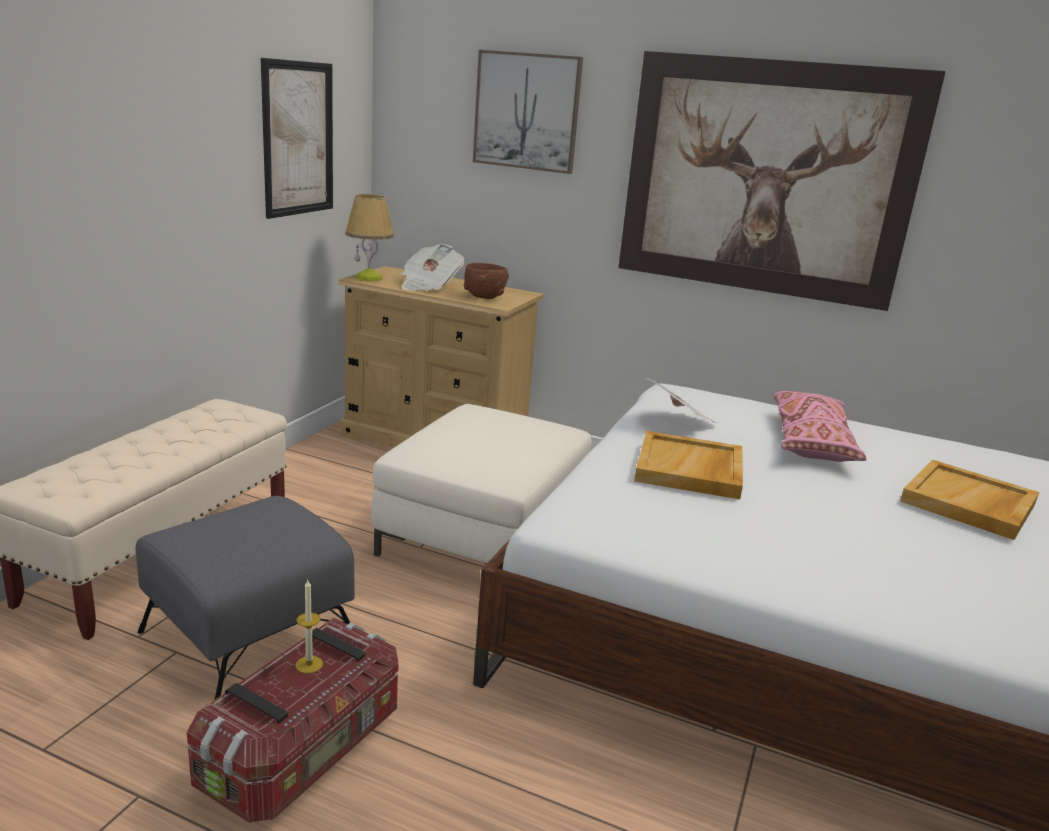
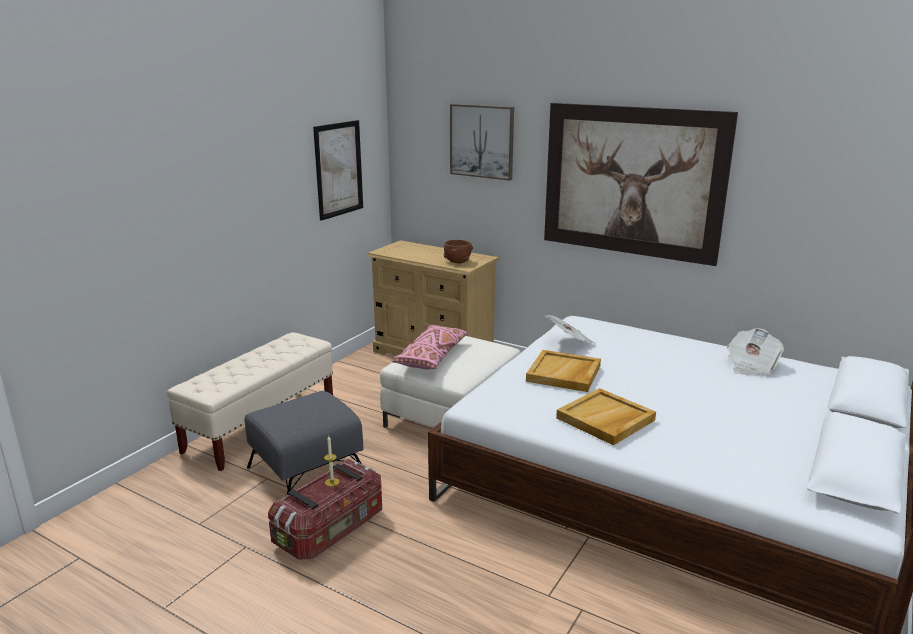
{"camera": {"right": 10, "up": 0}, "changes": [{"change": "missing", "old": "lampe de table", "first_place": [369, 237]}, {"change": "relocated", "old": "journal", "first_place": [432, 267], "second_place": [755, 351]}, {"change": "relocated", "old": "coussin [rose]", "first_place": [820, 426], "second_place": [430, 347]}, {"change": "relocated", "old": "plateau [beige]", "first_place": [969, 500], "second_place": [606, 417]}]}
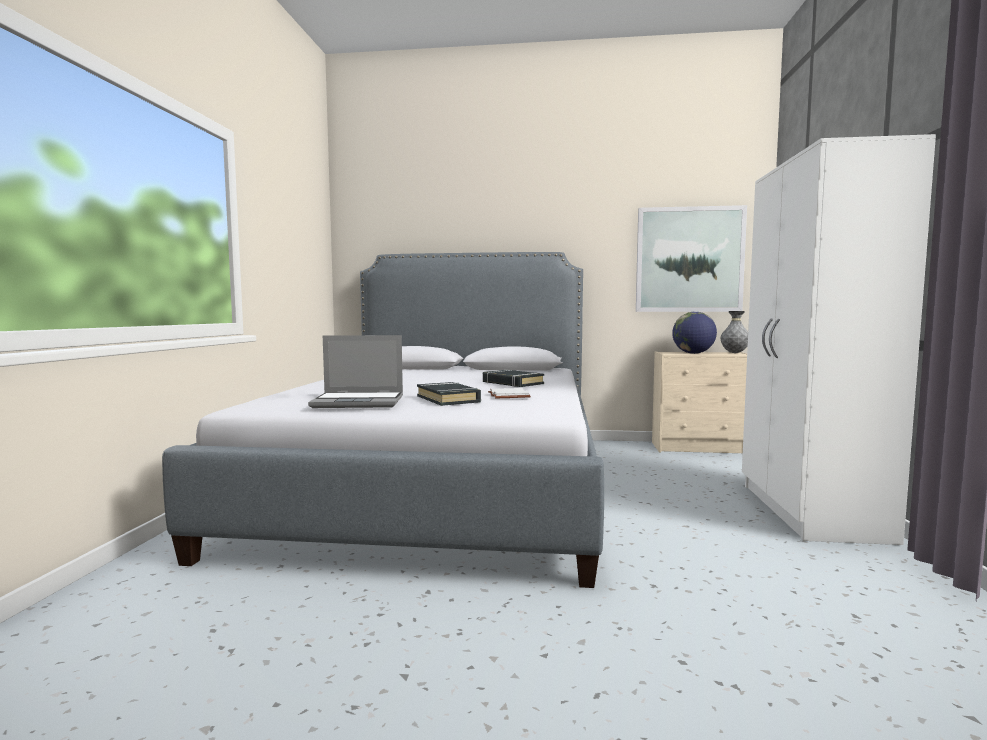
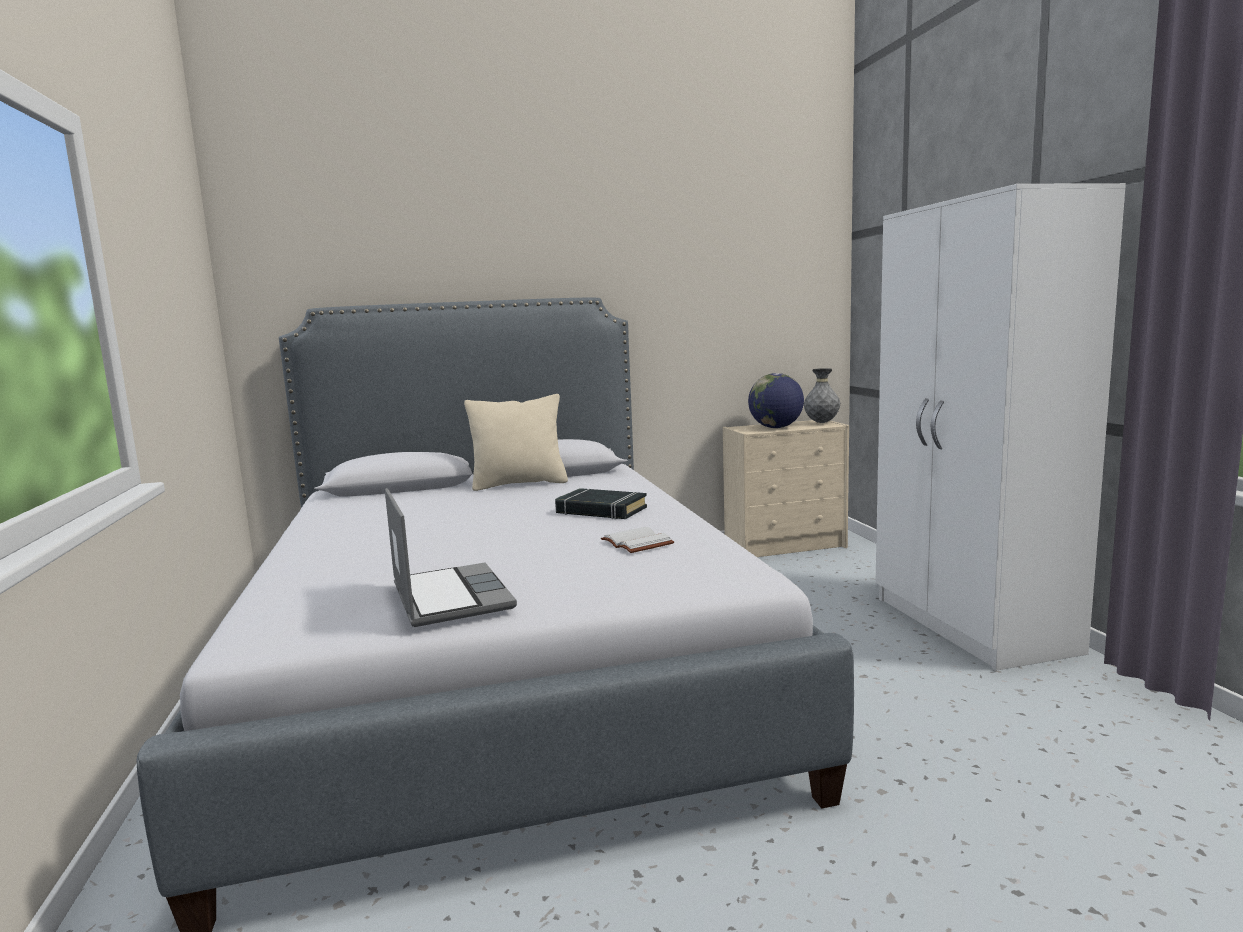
{"camera": {"right": -20, "up": 5}, "changes": [{"change": "missing", "old": "livre [noir]", "first_place": [449, 394]}, {"change": "missing", "old": "tableau", "first_place": [691, 258]}, {"change": "appeared", "new": "coussin [beige]", "second_place": [516, 442]}, {"change": "spun", "old": "ordinateur portable", "first_place": [355, 371], "second_place": [451, 557], "degrees": -90}]}
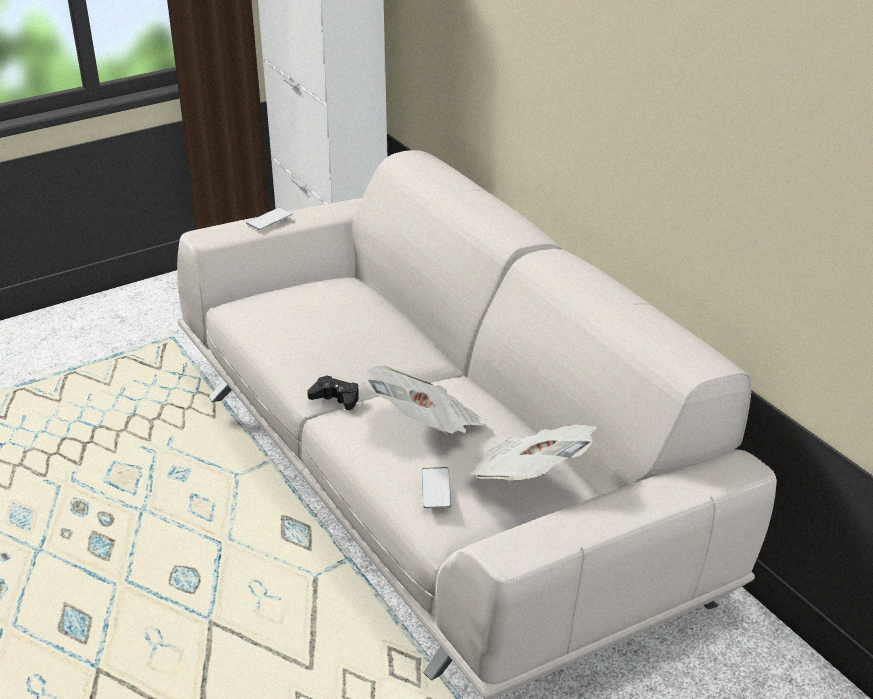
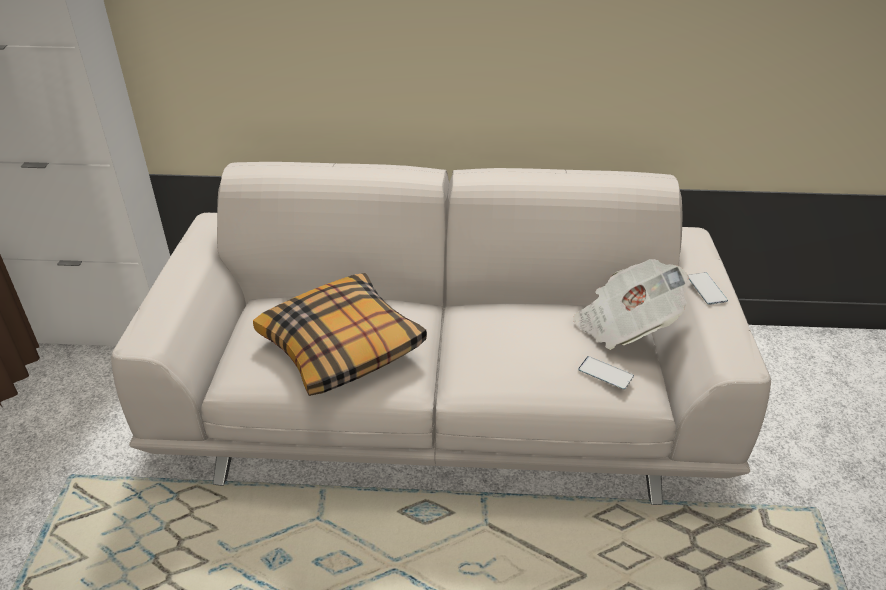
{"camera": {"right": -55, "up": 5}, "changes": [{"change": "missing", "old": "manette [noir]", "first_place": [333, 392]}, {"change": "missing", "old": "journal", "first_place": [425, 400]}, {"change": "appeared", "new": "coussin", "second_place": [340, 334]}, {"change": "relocated", "old": "téléphone", "first_place": [269, 218], "second_place": [708, 288]}]}
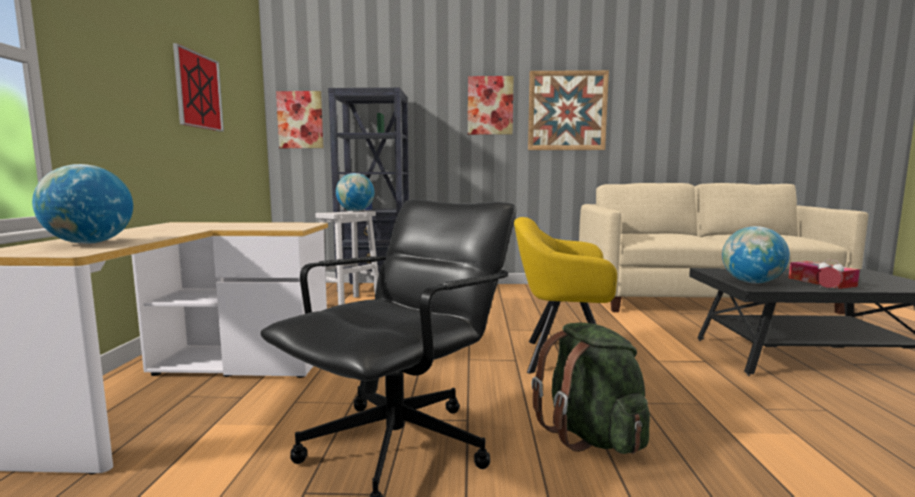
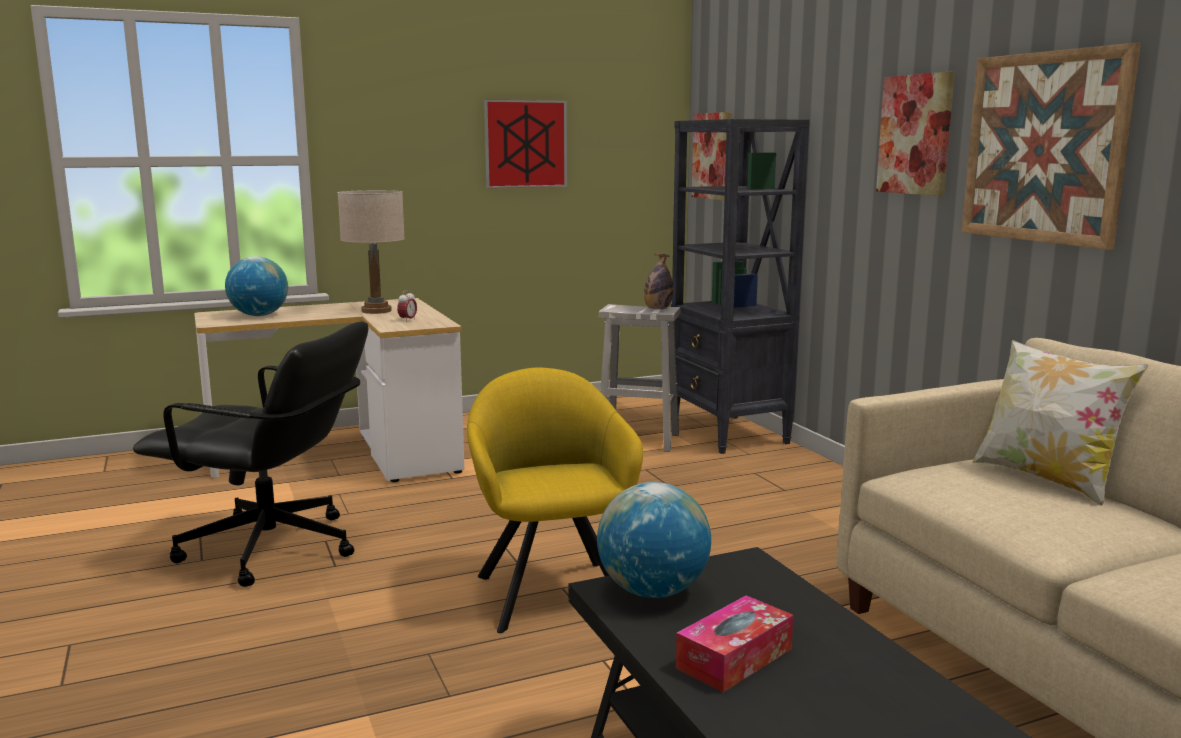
{"camera": {"right": 65, "up": 5}, "changes": [{"change": "missing", "old": "sac à dos [vert]", "first_place": [590, 388]}, {"change": "appeared", "new": "lampe de table [beige]", "second_place": [371, 252]}, {"change": "appeared", "new": "coussin", "second_place": [1060, 423]}, {"change": "relocated", "old": "réveil", "first_place": [830, 274], "second_place": [407, 306]}, {"change": "exchanged", "old": "globe", "new": "bouteille", "first_place": [355, 192], "second_place": [658, 282]}]}
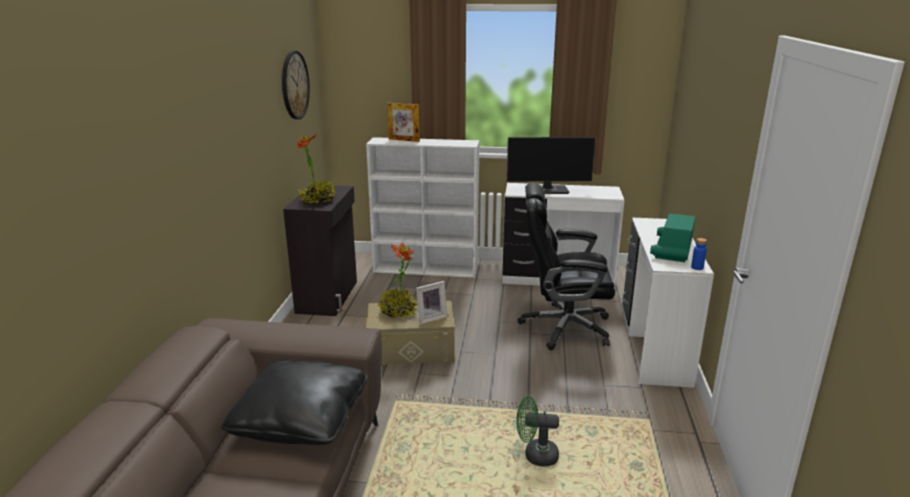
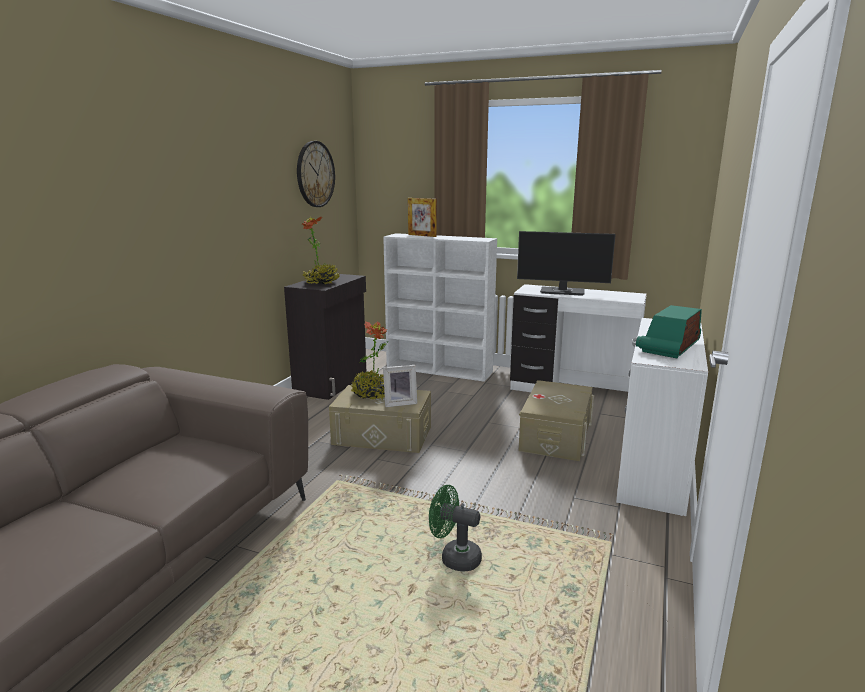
{"camera": {"right": 15, "up": -5}, "changes": [{"change": "missing", "old": "coussin [noir]", "first_place": [294, 402]}, {"change": "missing", "old": "bouteille [bleu]", "first_place": [699, 254]}, {"change": "exchanged", "old": "chaise de bureau [noir]", "new": "boîte de rangement [beige]", "first_place": [566, 266], "second_place": [556, 420]}]}
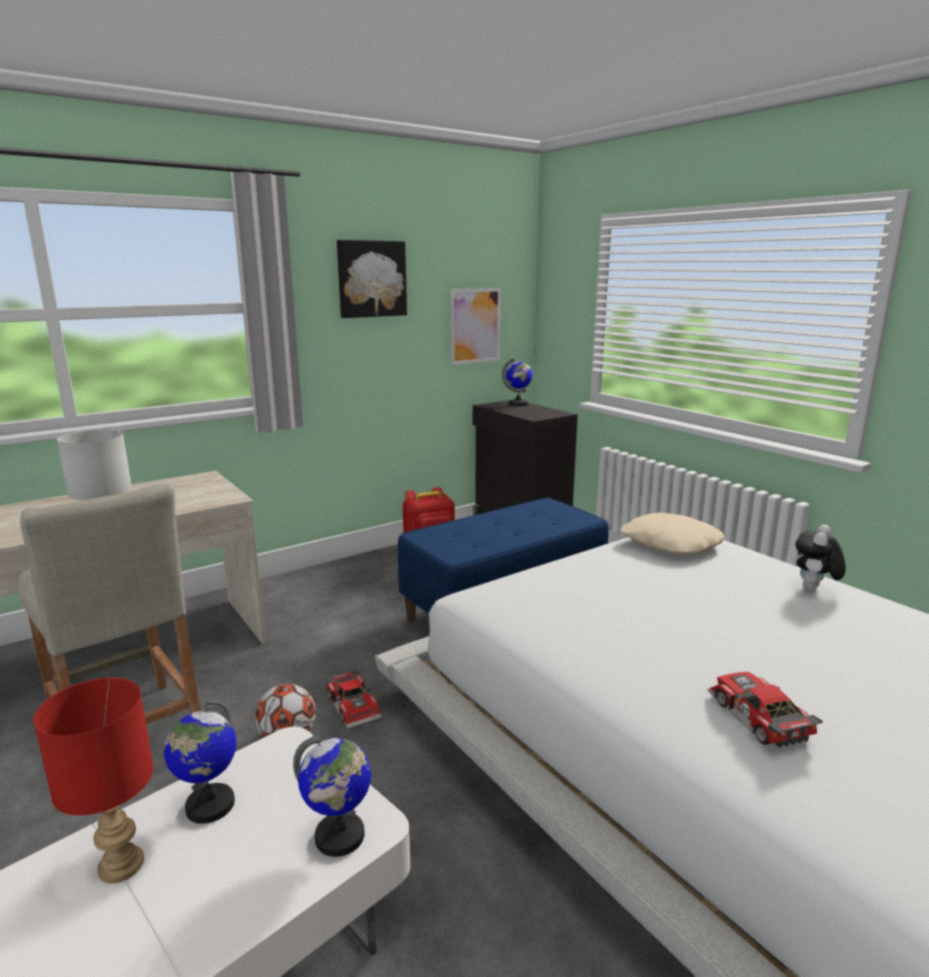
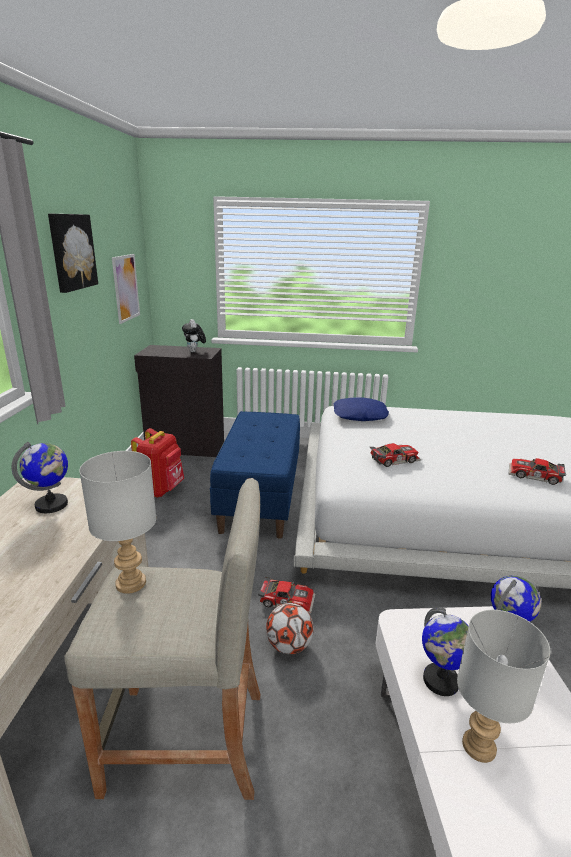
{"camera": {"right": -50, "up": 5}, "changes": [{"change": "appeared", "new": "petite voiture", "second_place": [395, 455]}, {"change": "relocated", "old": "globe", "first_place": [517, 382], "second_place": [39, 477]}, {"change": "relocated", "old": "peluche", "first_place": [820, 557], "second_place": [194, 335]}, {"change": "colour", "old": "lampe de table [rouge]", "new": "lampe de table [gris]", "first_place": [93, 780], "second_place": [503, 686]}, {"change": "colour", "old": "coussin [beige]", "new": "coussin [bleu]", "first_place": [673, 534], "second_place": [361, 409]}]}
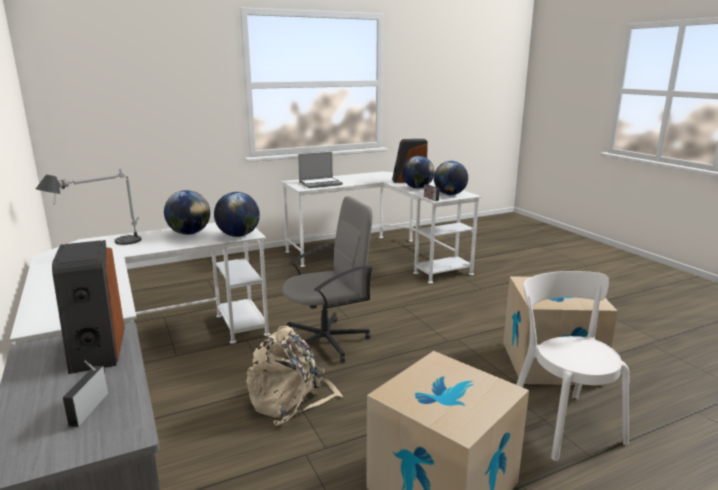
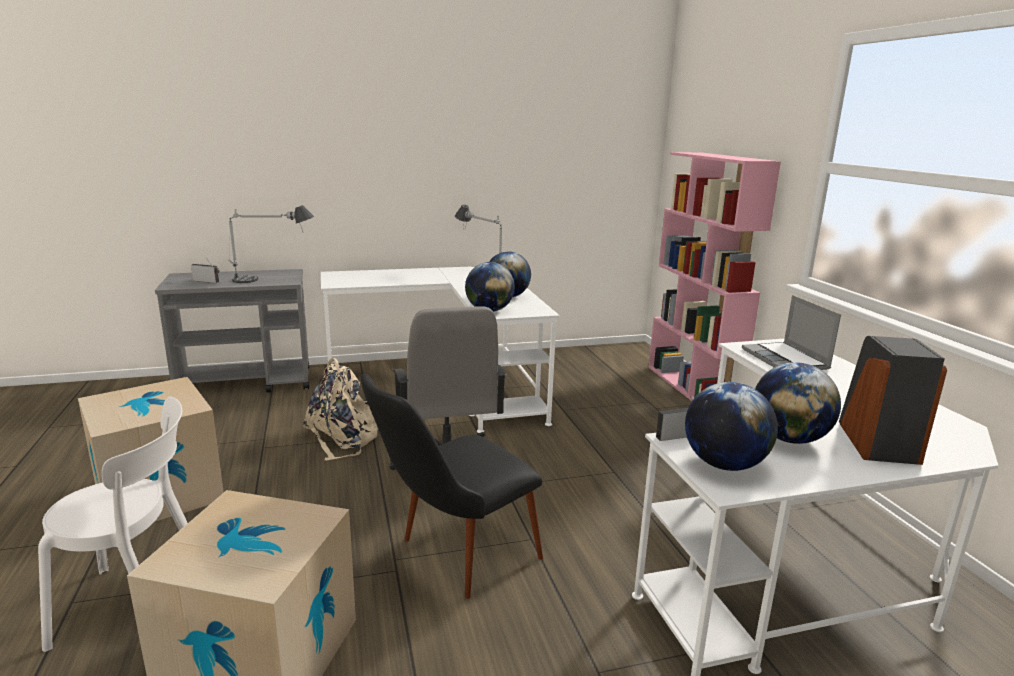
{"camera": {"right": 100, "up": 0}, "changes": [{"change": "appeared", "new": "chaise [noir]", "second_place": [452, 486]}, {"change": "appeared", "new": "bibliothèque [rose]", "second_place": [714, 276]}, {"change": "exchanged", "old": "enceinte", "new": "lampe de table", "first_place": [88, 307], "second_place": [271, 244]}]}
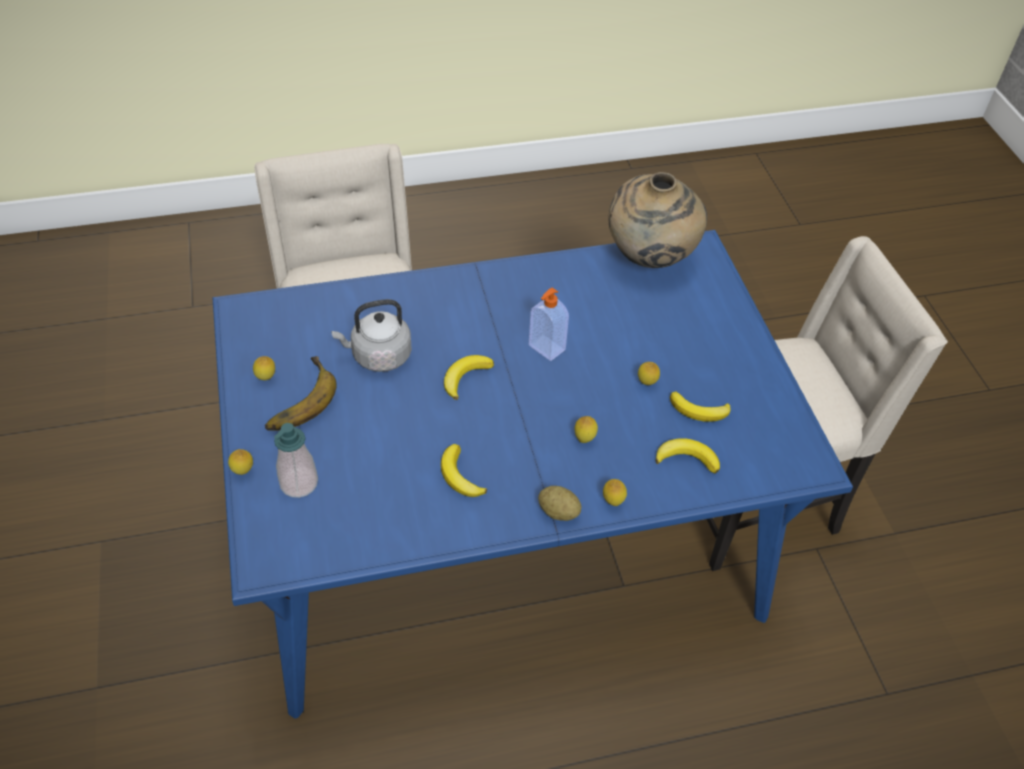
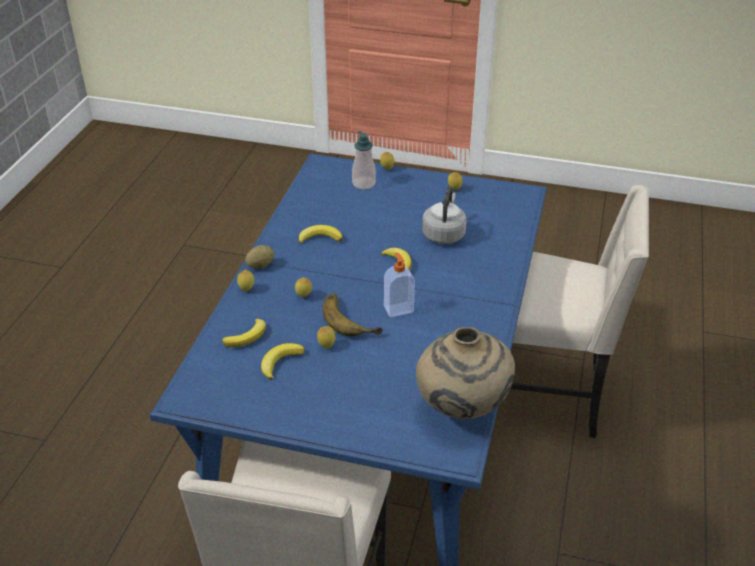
{"camera": {"right": 120, "up": -10}, "changes": [{"change": "relocated", "old": "banane", "first_place": [301, 393], "second_place": [353, 314]}]}
